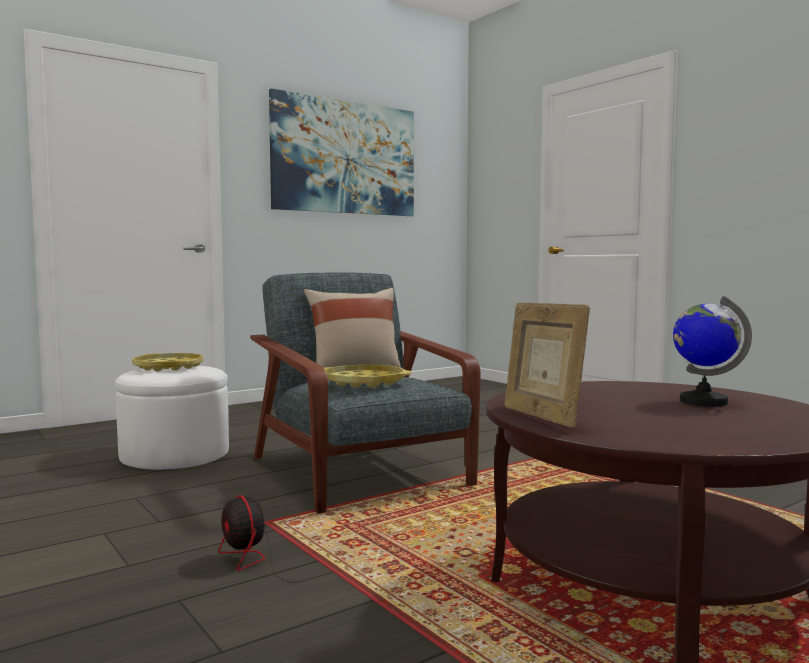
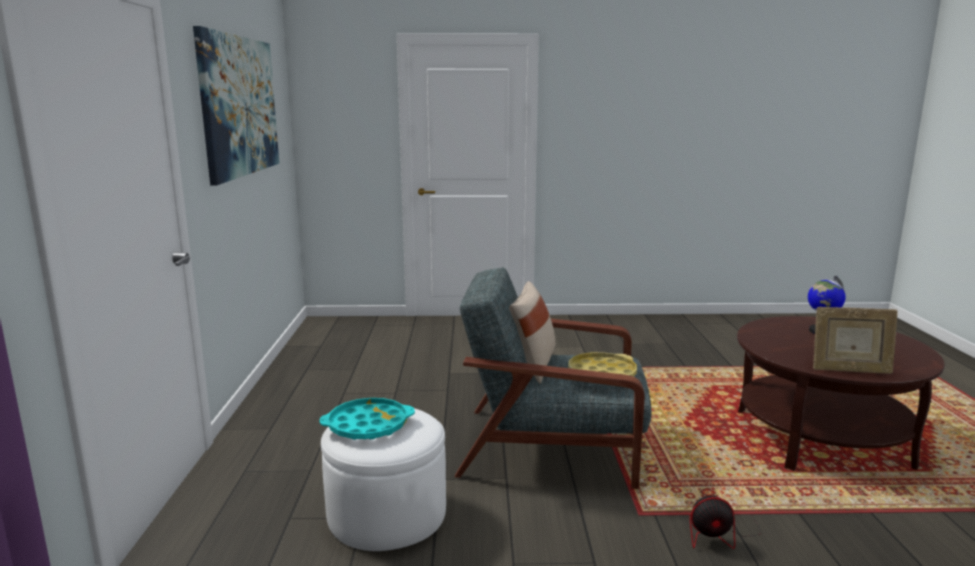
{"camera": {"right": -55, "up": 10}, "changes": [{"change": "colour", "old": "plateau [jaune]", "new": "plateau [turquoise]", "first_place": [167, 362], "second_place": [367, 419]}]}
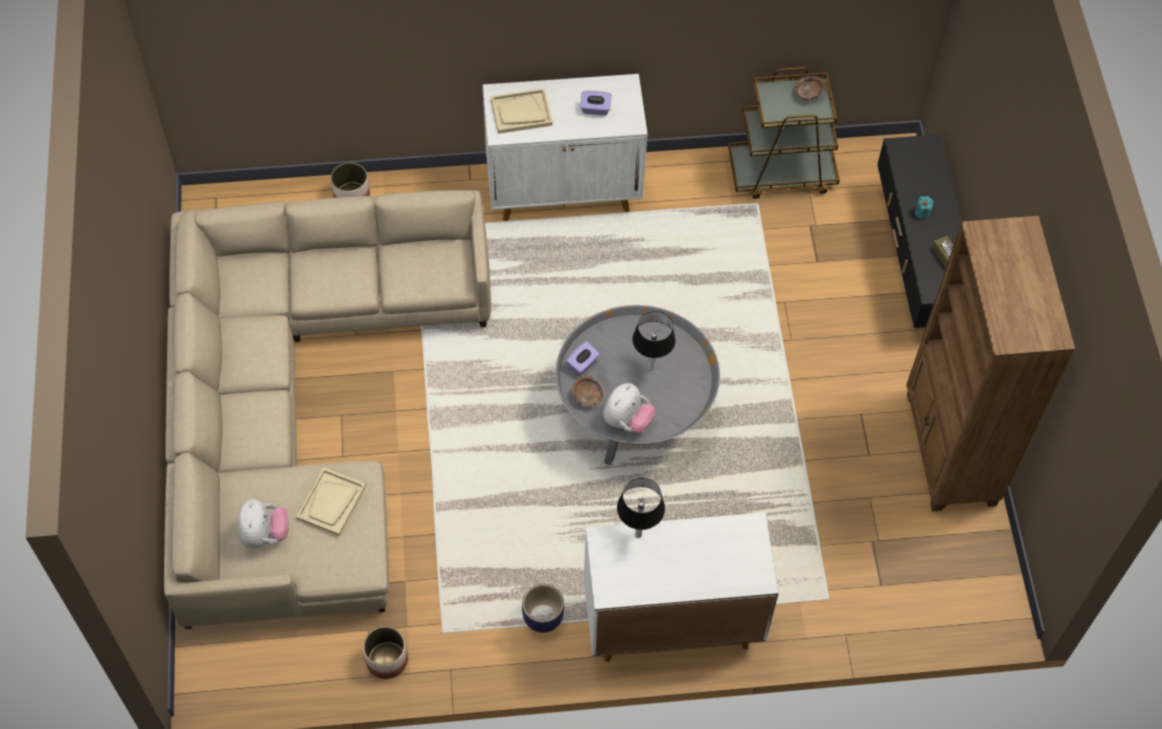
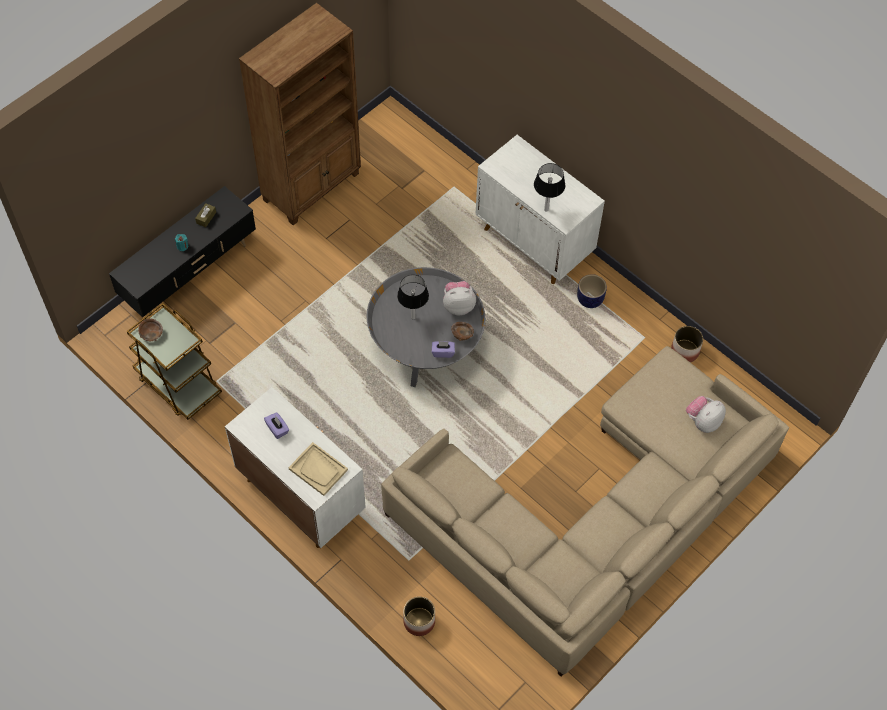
{"camera": {"right": -130, "up": 0}, "changes": [{"change": "missing", "old": "plateau [beige]", "first_place": [331, 501]}]}
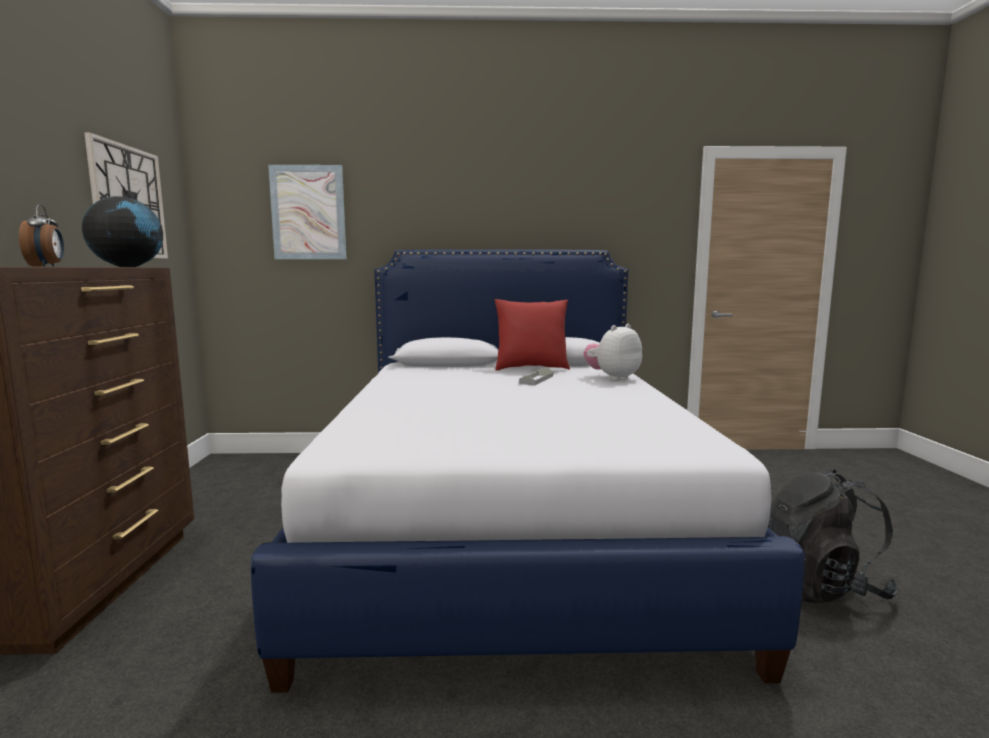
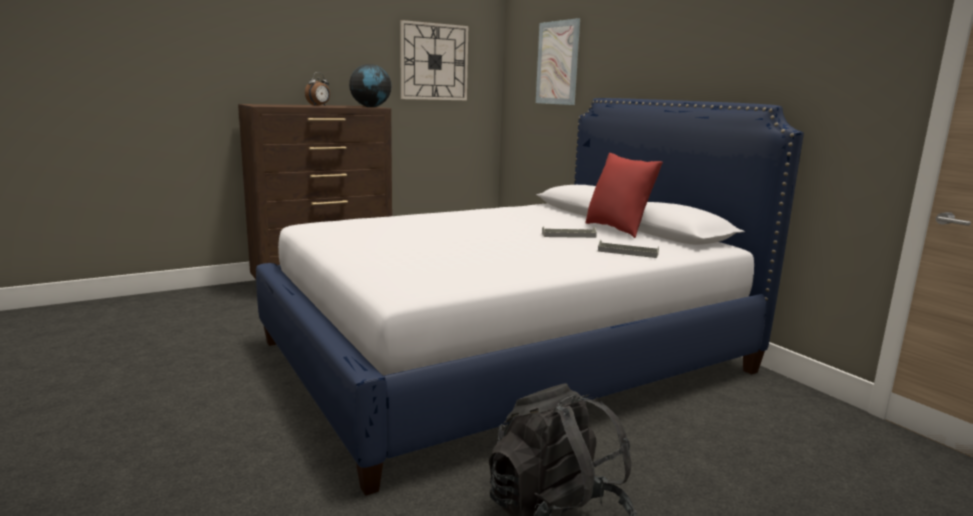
{"camera": {"right": 60, "up": 5}, "changes": [{"change": "exchanged", "old": "peluche", "new": "plateau [gris]", "first_place": [613, 352], "second_place": [628, 249]}]}
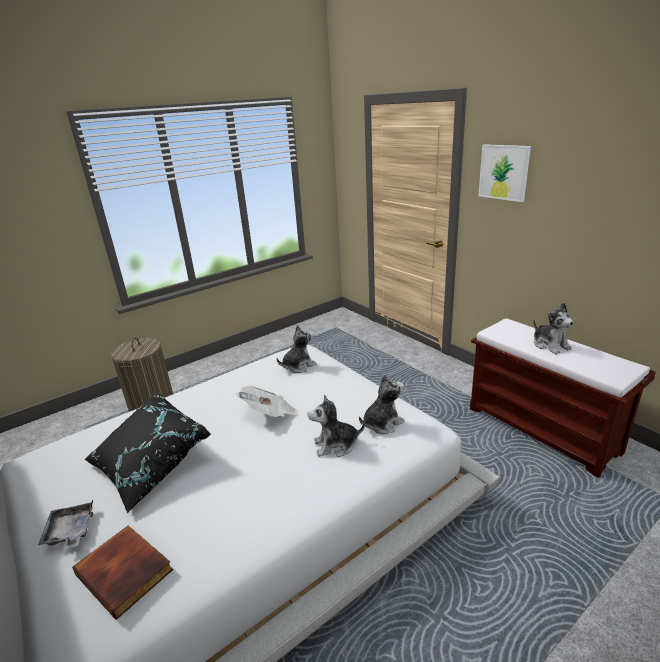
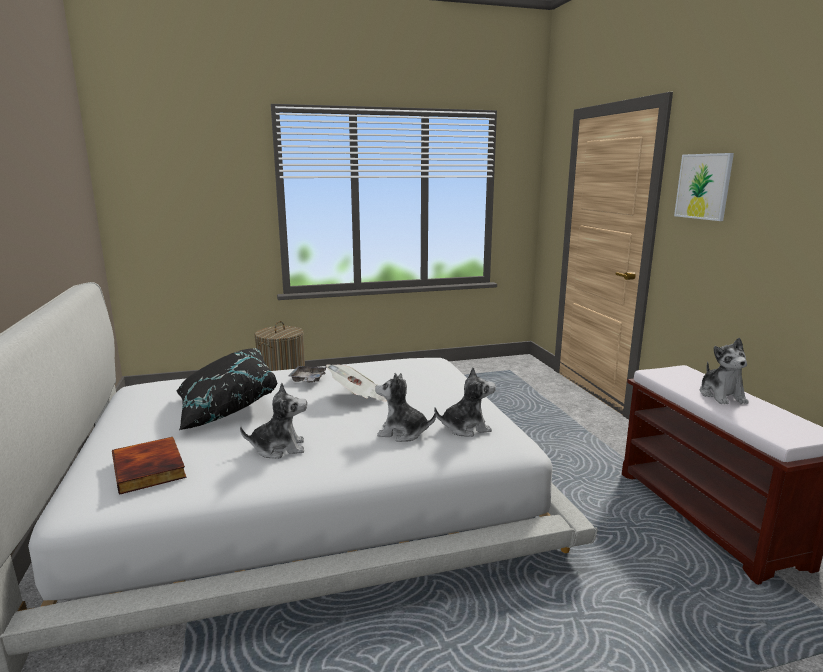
{"camera": {"right": 20, "up": -10}, "changes": [{"change": "relocated", "old": "plateau [gris]", "first_place": [65, 524], "second_place": [307, 374]}, {"change": "relocated", "old": "peluche", "first_place": [297, 349], "second_place": [273, 421]}]}
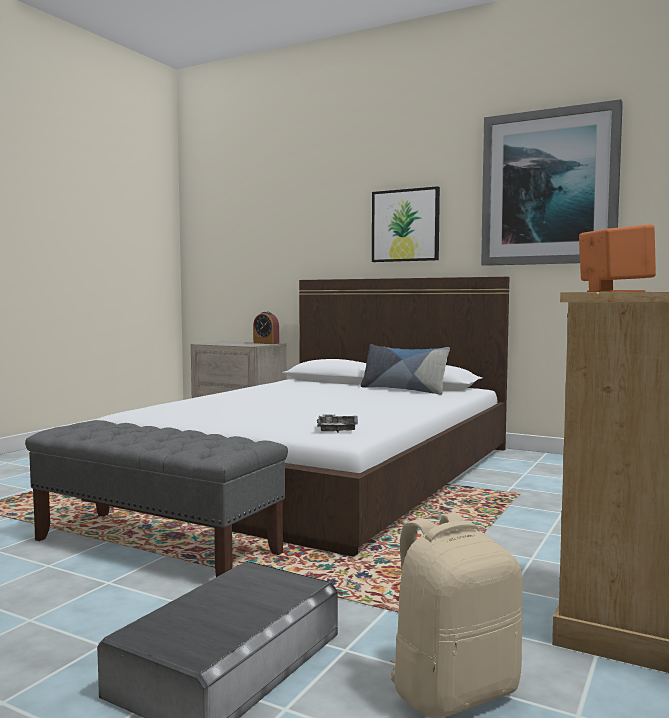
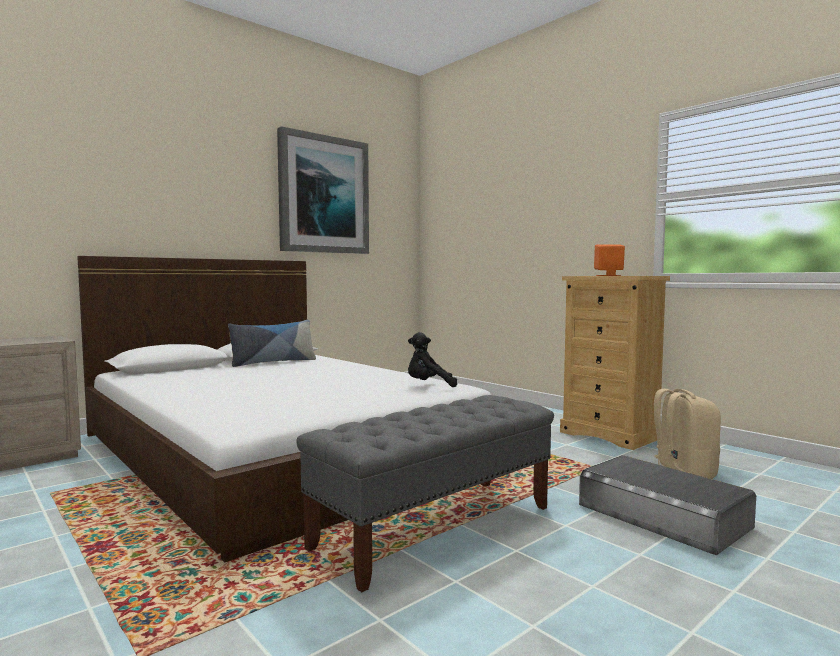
{"camera": {"right": -70, "up": 0}, "changes": [{"change": "missing", "old": "réveil", "first_place": [266, 327]}, {"change": "missing", "old": "tableau", "first_place": [406, 224]}, {"change": "exchanged", "old": "plateau [gris]", "new": "peluche [noir]", "first_place": [337, 423], "second_place": [432, 359]}]}
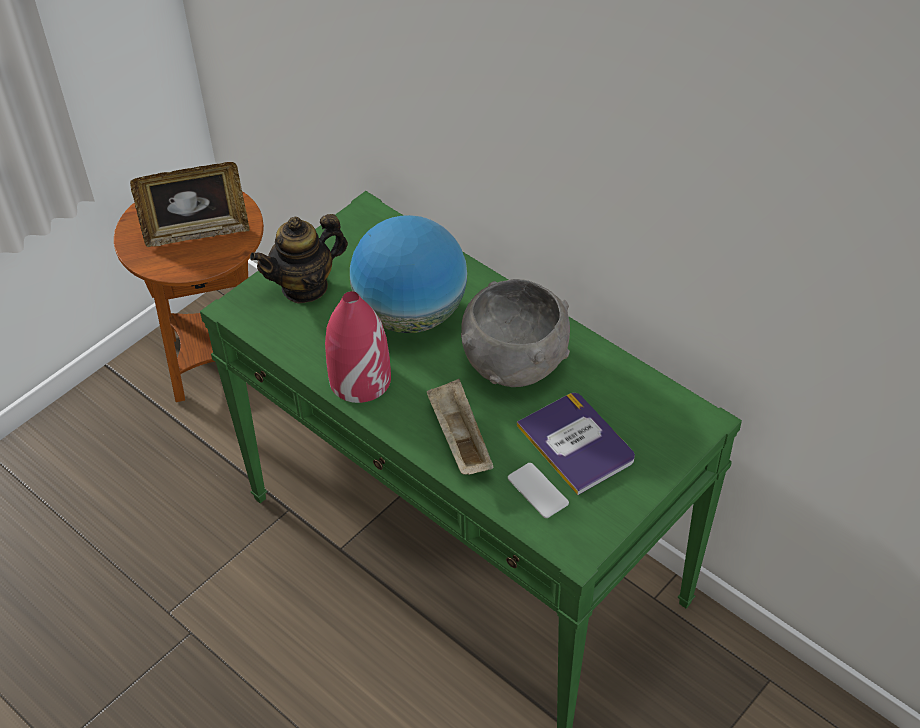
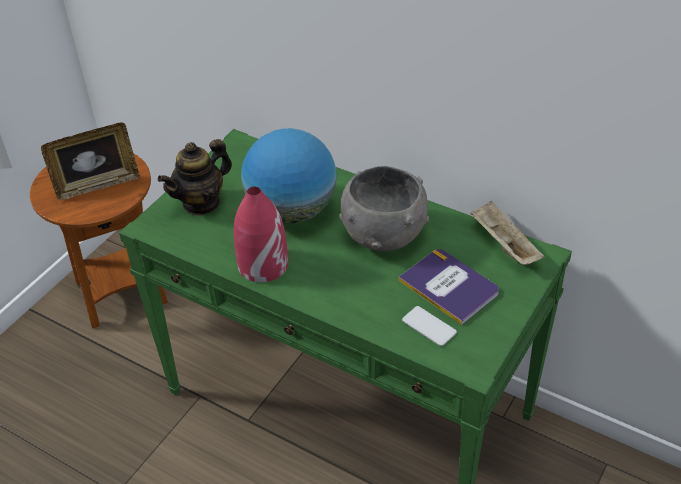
{"camera": {"right": -10, "up": -5}, "changes": [{"change": "relocated", "old": "plateau [beige]", "first_place": [460, 427], "second_place": [507, 232]}]}
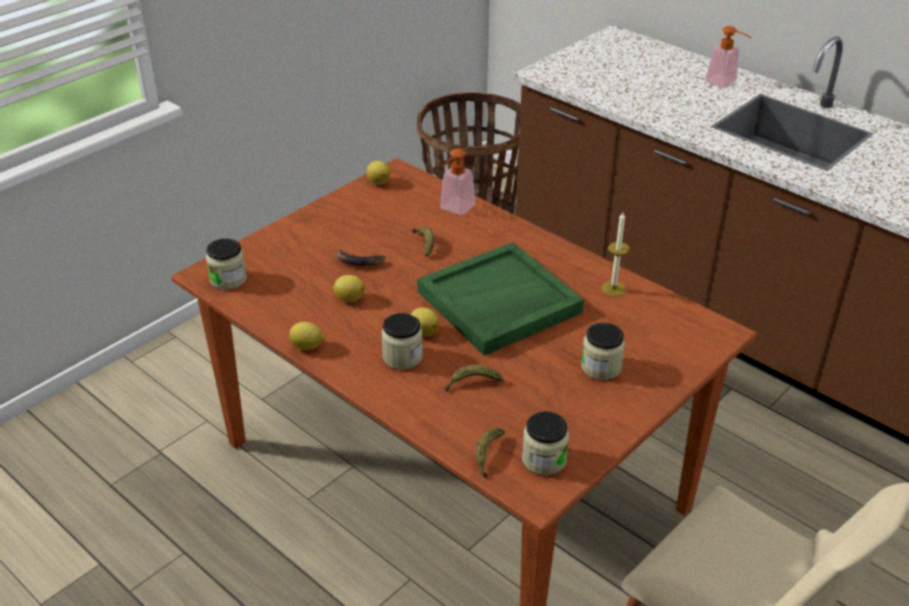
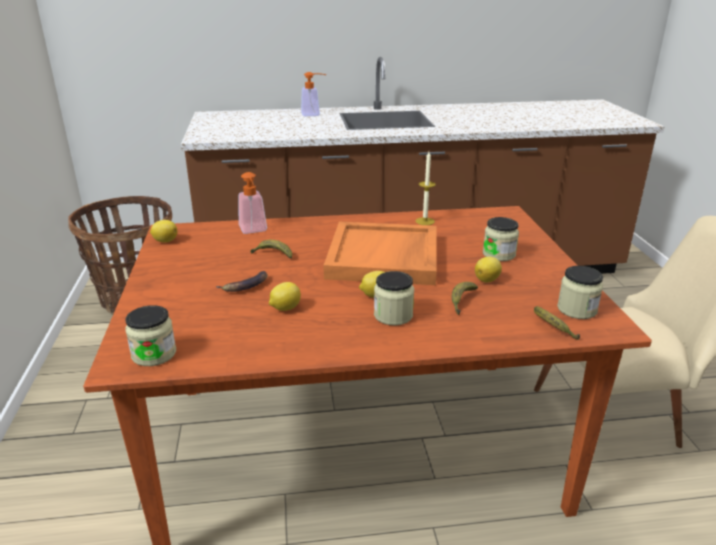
{"camera": {"right": -50, "up": -10}, "changes": [{"change": "relocated", "old": "citron", "first_place": [307, 336], "second_place": [488, 269]}, {"change": "colour", "old": "plateau [vert]", "new": "plateau [orange]", "first_place": [500, 299], "second_place": [380, 253]}]}
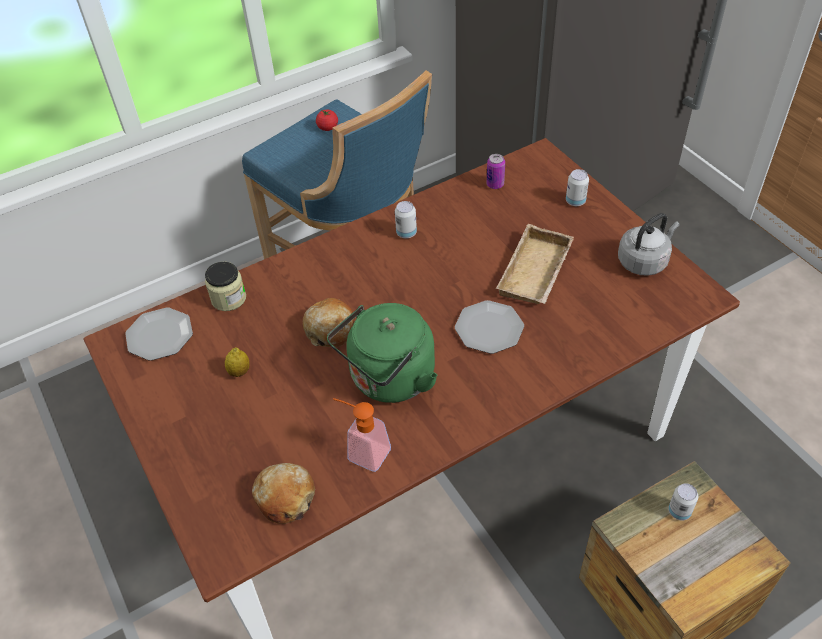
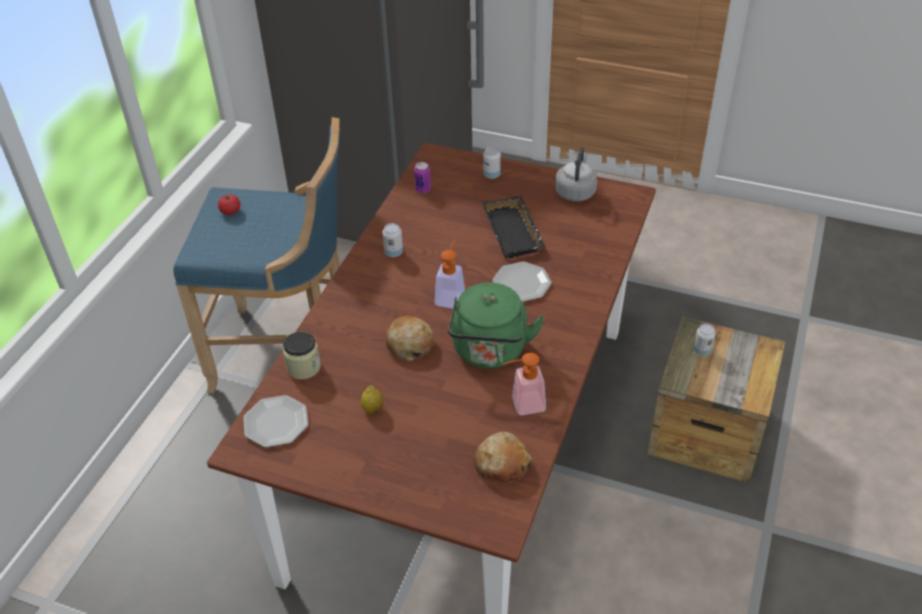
{"camera": {"right": -40, "up": -5}, "changes": [{"change": "appeared", "new": "distributeur de savon", "second_place": [450, 274]}, {"change": "colour", "old": "plateau [beige]", "new": "plateau [noir]", "first_place": [535, 264], "second_place": [514, 227]}]}
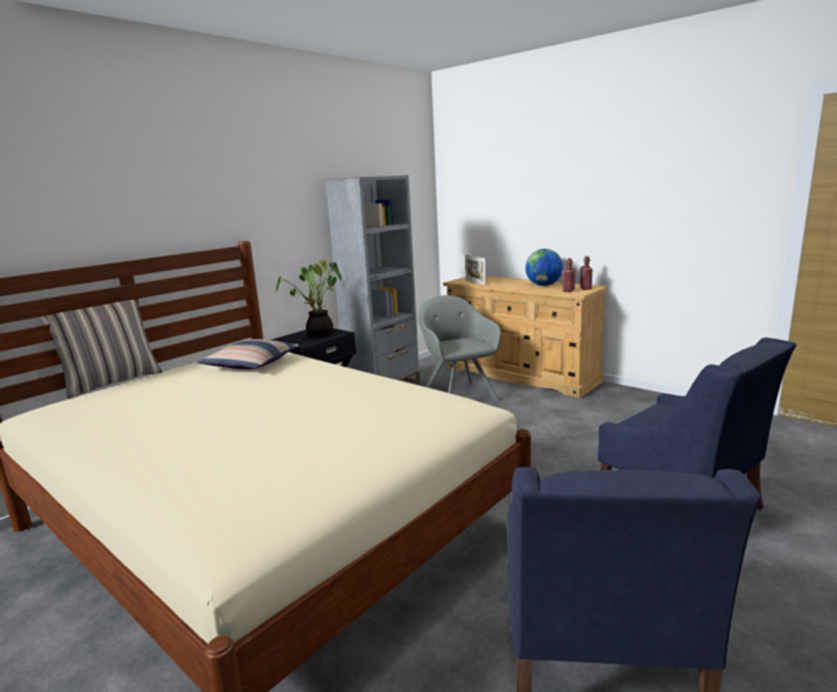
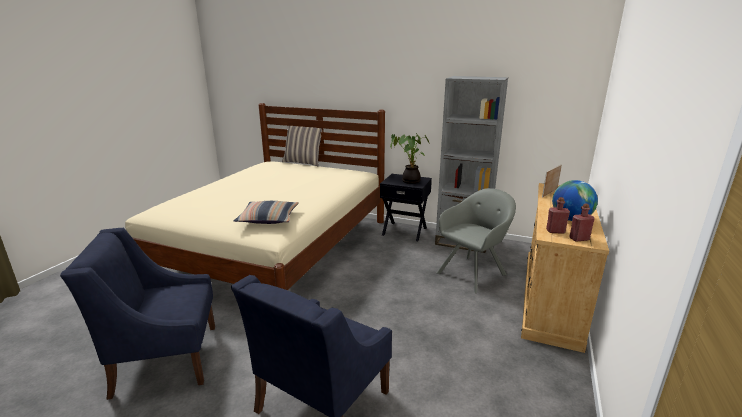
{"camera": {"right": 70, "up": 5}, "changes": [{"change": "relocated", "old": "coussin", "first_place": [248, 354], "second_place": [266, 212]}]}
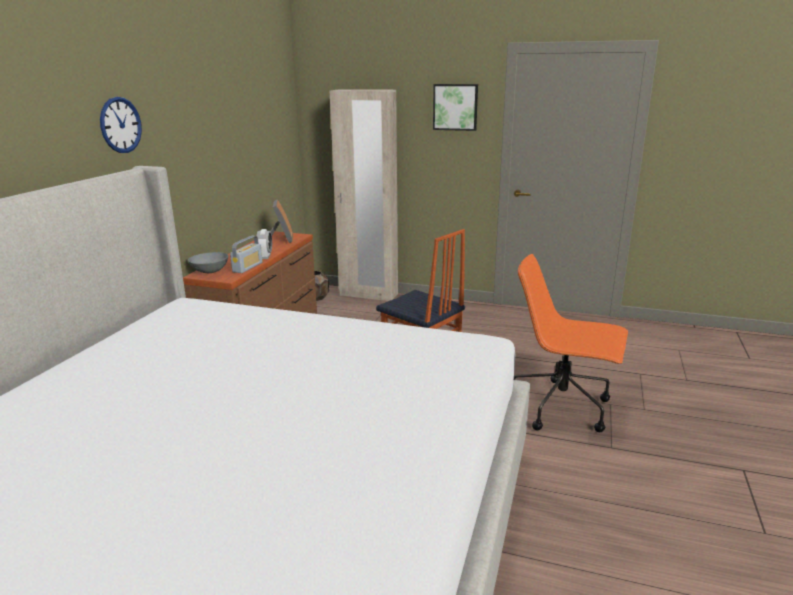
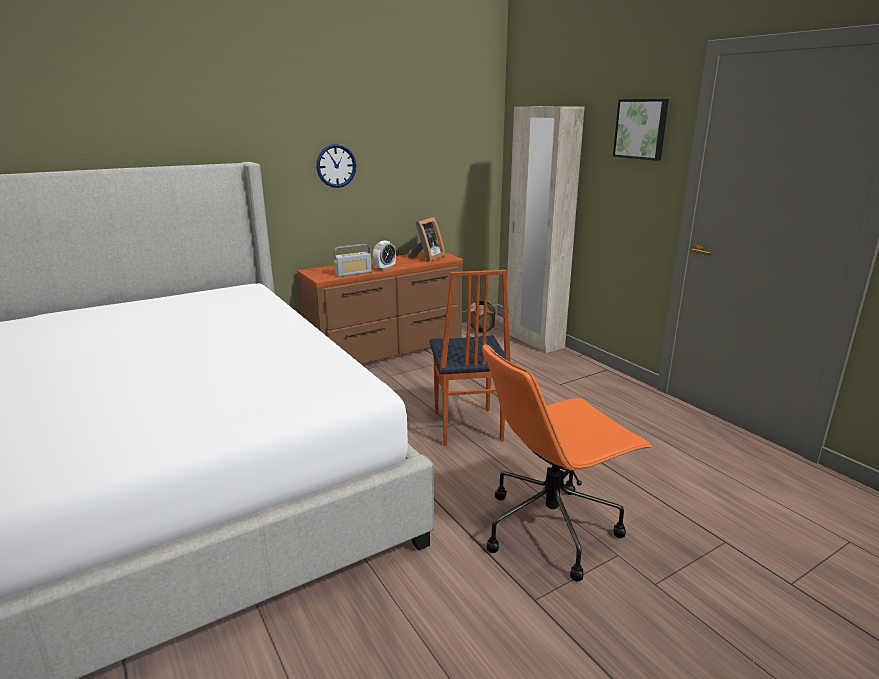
{"camera": {"right": 40, "up": 0}, "changes": [{"change": "missing", "old": "bol [gris]", "first_place": [208, 262]}, {"change": "relocated", "old": "horloge murale", "first_place": [121, 125], "second_place": [336, 166]}, {"change": "spun", "old": "chaise de bureau [orange]", "first_place": [571, 343], "second_place": [567, 462], "degrees": -90}]}
